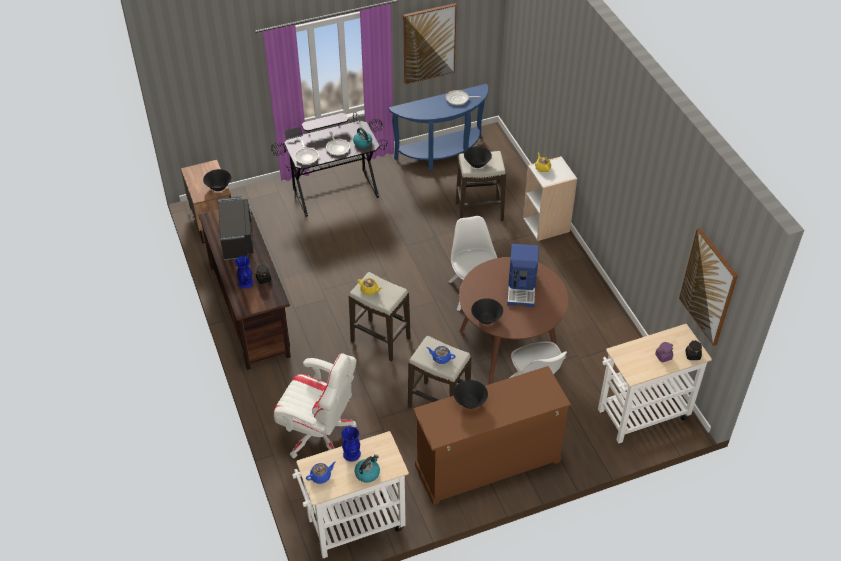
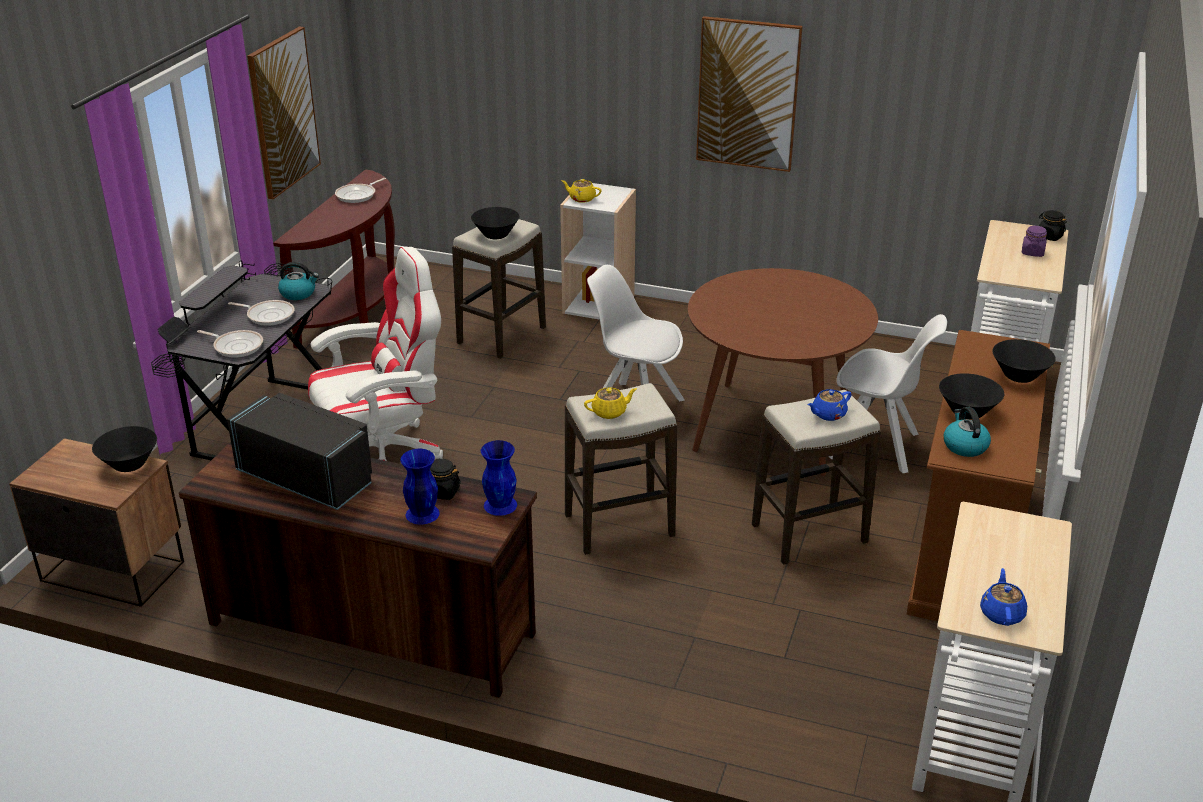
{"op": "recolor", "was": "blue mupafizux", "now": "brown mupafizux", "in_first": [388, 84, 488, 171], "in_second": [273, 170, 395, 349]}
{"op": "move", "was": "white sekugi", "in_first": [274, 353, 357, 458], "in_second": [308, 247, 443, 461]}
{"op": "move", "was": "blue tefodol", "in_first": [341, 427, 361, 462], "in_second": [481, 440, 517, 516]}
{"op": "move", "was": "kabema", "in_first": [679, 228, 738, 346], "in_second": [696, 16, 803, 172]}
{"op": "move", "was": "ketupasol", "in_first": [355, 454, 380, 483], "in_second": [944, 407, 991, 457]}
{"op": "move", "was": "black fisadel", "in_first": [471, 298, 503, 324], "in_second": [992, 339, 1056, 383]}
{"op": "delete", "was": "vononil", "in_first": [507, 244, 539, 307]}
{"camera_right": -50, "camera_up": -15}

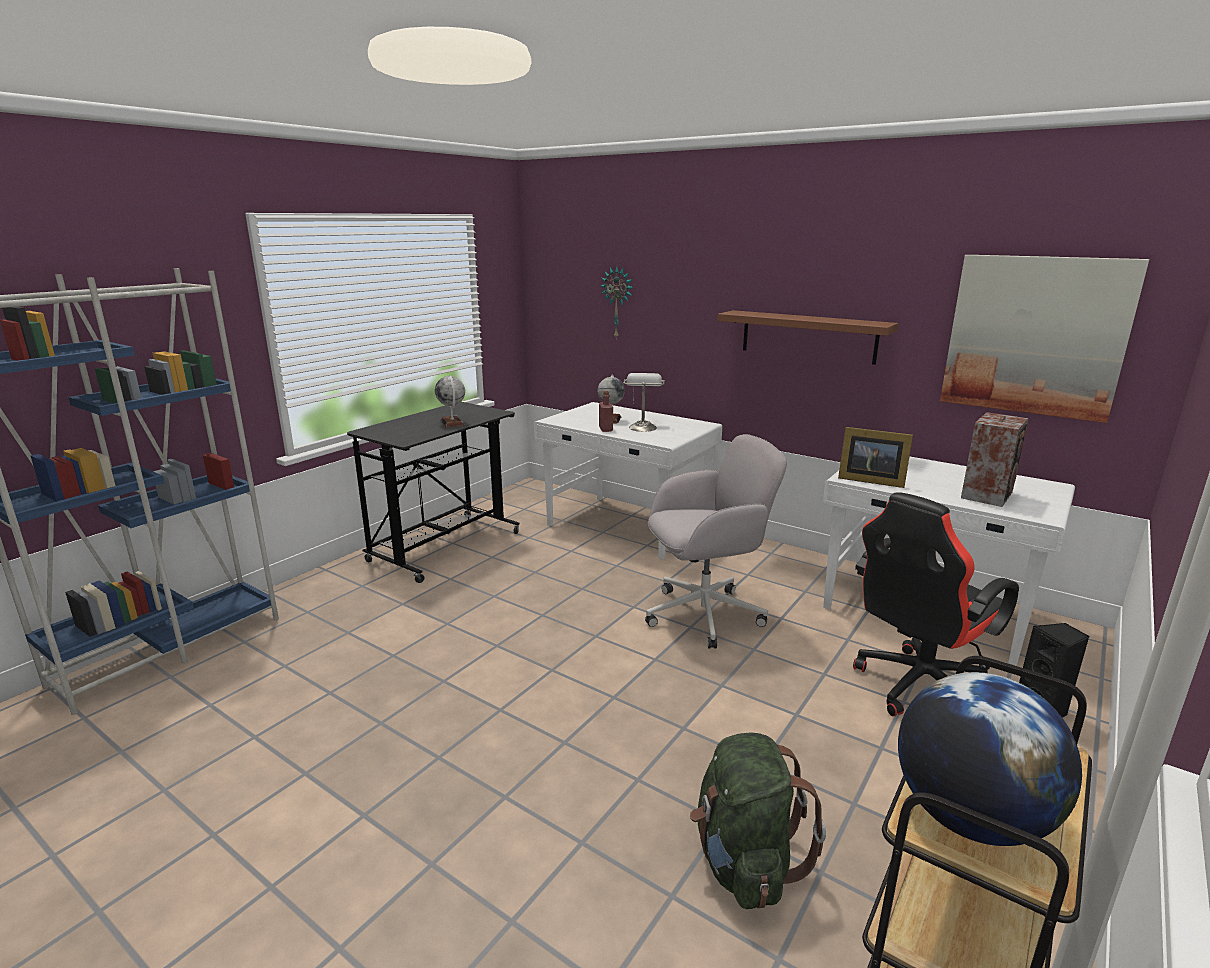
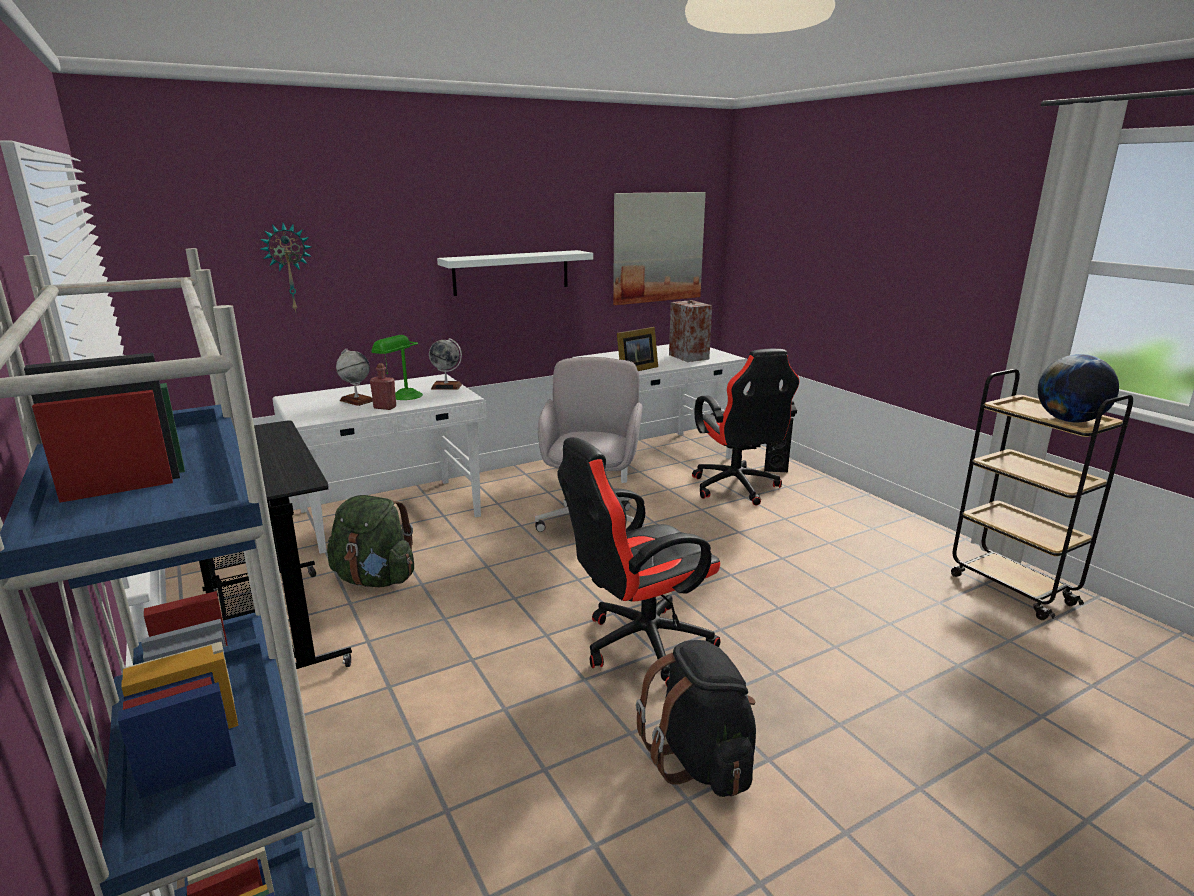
{"op": "move", "was": "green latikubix", "in_first": [690, 732, 826, 909], "in_second": [327, 495, 414, 587]}
{"op": "recolor", "was": "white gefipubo", "now": "green gefipubo", "in_first": [623, 373, 665, 432], "in_second": [372, 335, 423, 400]}
{"op": "move", "was": "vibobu", "in_first": [435, 376, 465, 428], "in_second": [429, 338, 462, 390]}
{"op": "recolor", "was": "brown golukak", "now": "white golukak", "in_first": [717, 310, 898, 365], "in_second": [437, 250, 593, 296]}
{"op": "insert", "now": "black sekugi", "in_second": [557, 437, 720, 686]}
{"op": "insert", "now": "black latikubix", "in_second": [636, 640, 756, 797]}
{"camera_right": -65, "camera_up": 0}

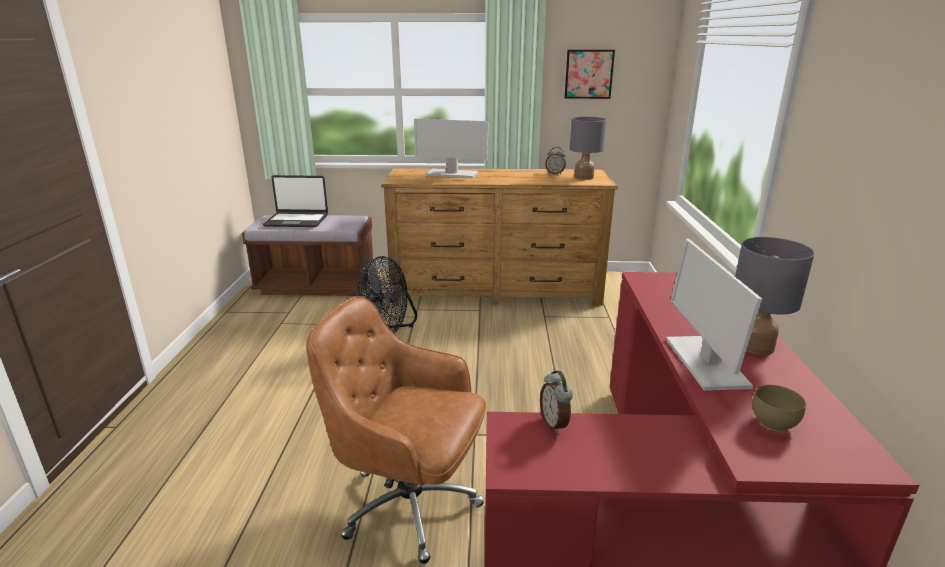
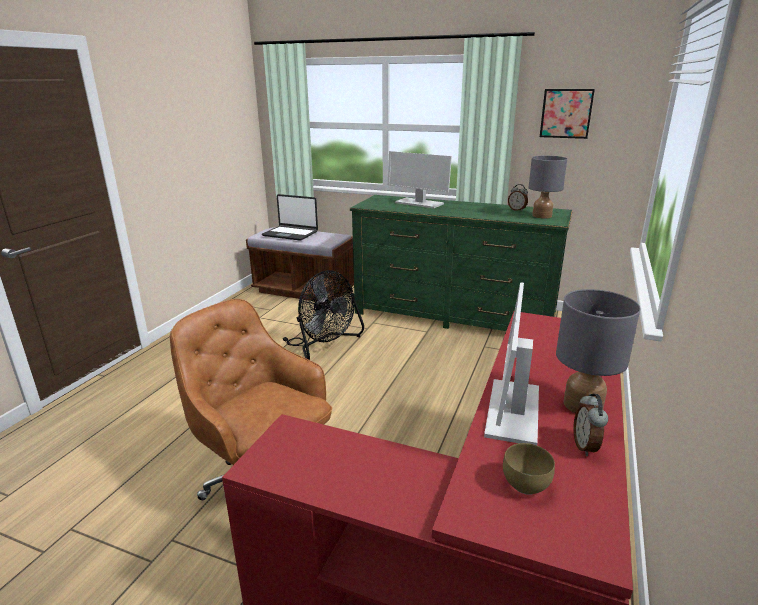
{"op": "recolor", "was": "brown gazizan", "now": "green gazizan", "in_first": [381, 168, 617, 306], "in_second": [350, 195, 573, 331]}
{"op": "move", "was": "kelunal", "in_first": [540, 371, 573, 434], "in_second": [573, 394, 608, 456]}
{"camera_right": 20, "camera_up": 0}

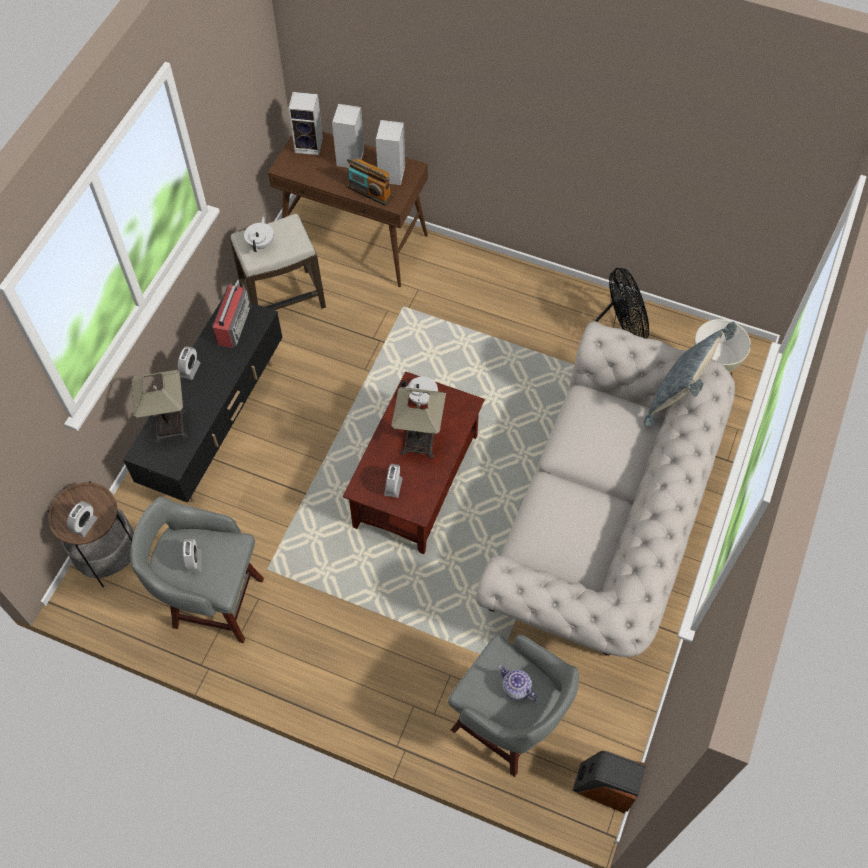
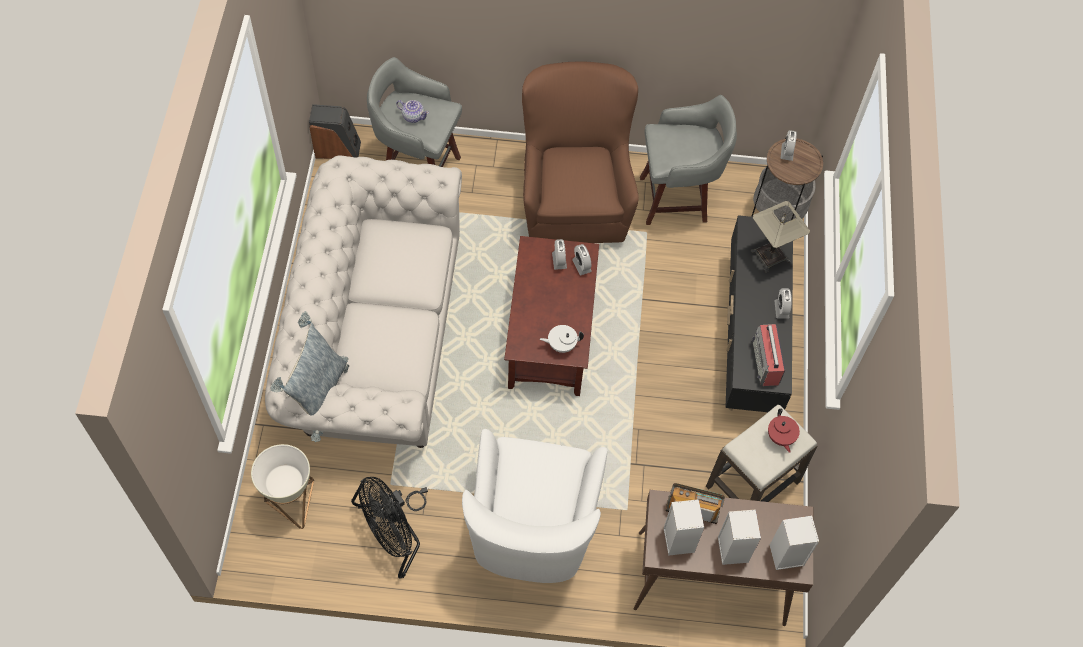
{"op": "insert", "now": "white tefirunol", "in_second": [462, 429, 607, 583]}
{"op": "insert", "now": "brown tefirunol", "in_second": [522, 62, 639, 243]}
{"op": "move", "was": "kelunal", "in_first": [183, 538, 201, 574], "in_second": [572, 244, 592, 275]}
{"op": "recolor", "was": "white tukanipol", "now": "red tukanipol", "in_first": [244, 216, 274, 252], "in_second": [768, 409, 800, 453]}
{"op": "delete", "was": "gefipubo", "in_first": [391, 387, 446, 458]}
{"camera_right": 160, "camera_up": 0}

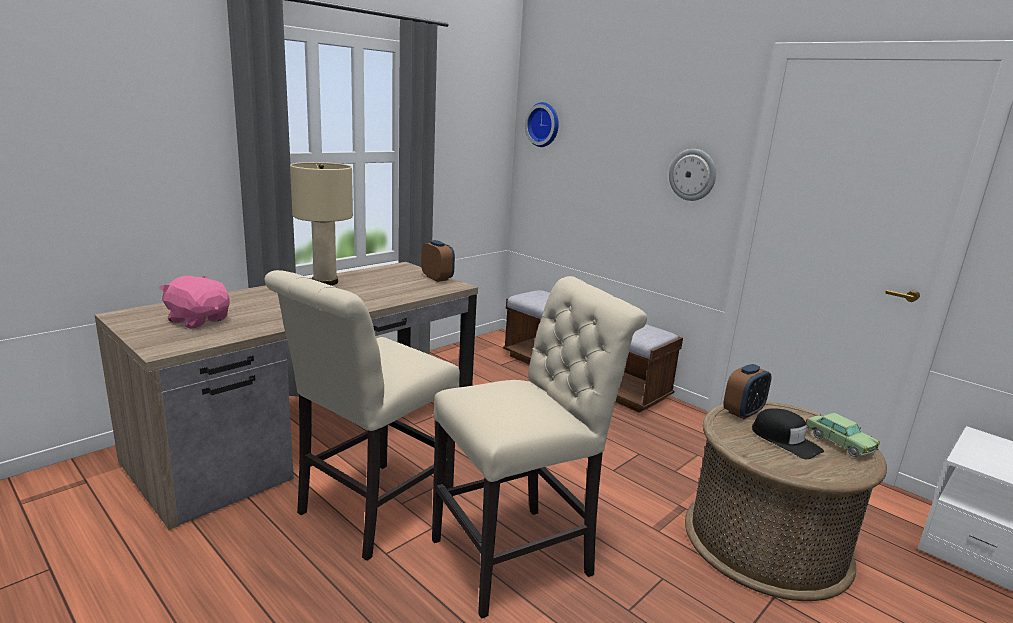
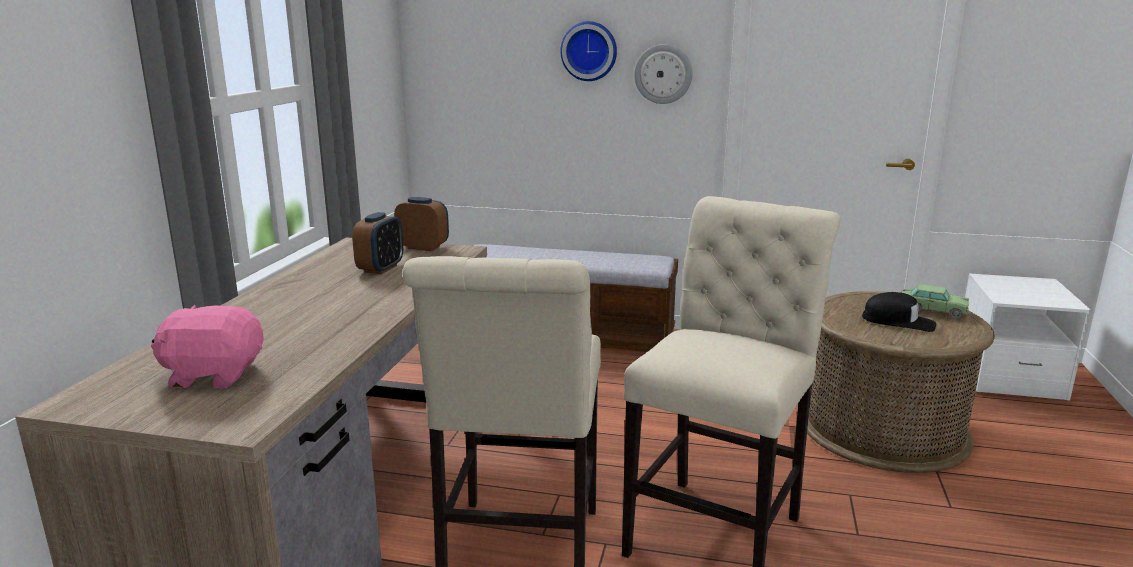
{"op": "move", "was": "kelunal", "in_first": [723, 364, 771, 419], "in_second": [352, 212, 403, 274]}
{"op": "move", "was": "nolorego", "in_first": [525, 102, 559, 147], "in_second": [560, 21, 617, 81]}
{"op": "delete", "was": "beige gefipubo", "in_first": [290, 162, 353, 285]}
{"camera_right": -30, "camera_up": 0}

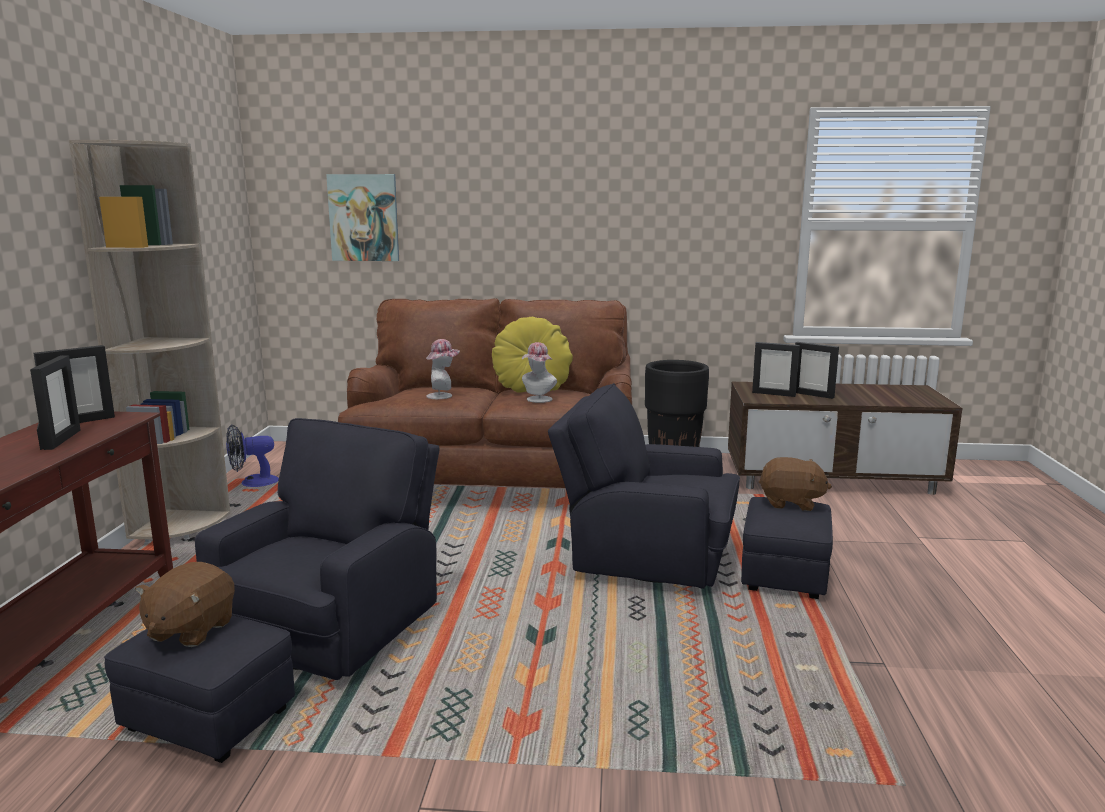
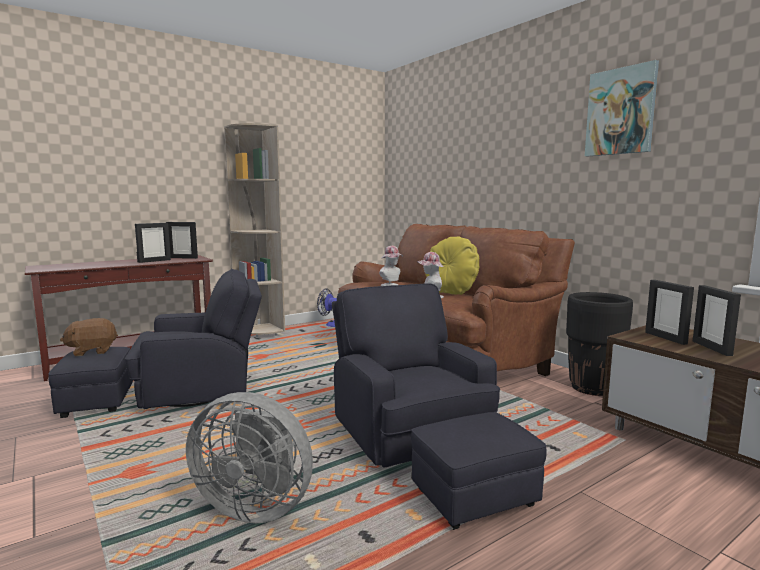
{"op": "insert", "now": "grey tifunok", "in_second": [186, 392, 313, 523]}
{"op": "move", "was": "kabema", "in_first": [326, 174, 399, 261], "in_second": [585, 60, 659, 156]}
{"op": "delete", "was": "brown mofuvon", "in_first": [759, 457, 832, 511]}
{"camera_right": 50, "camera_up": -5}

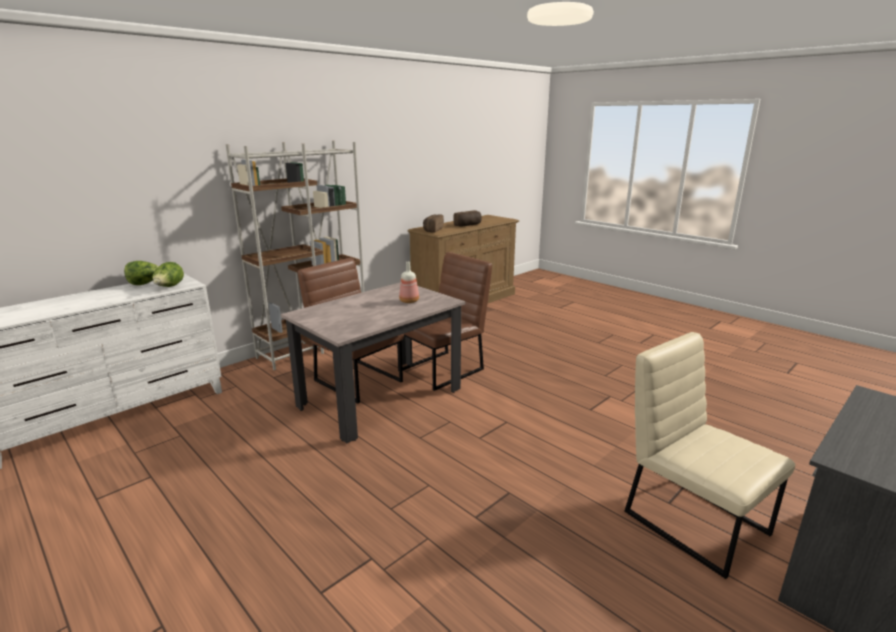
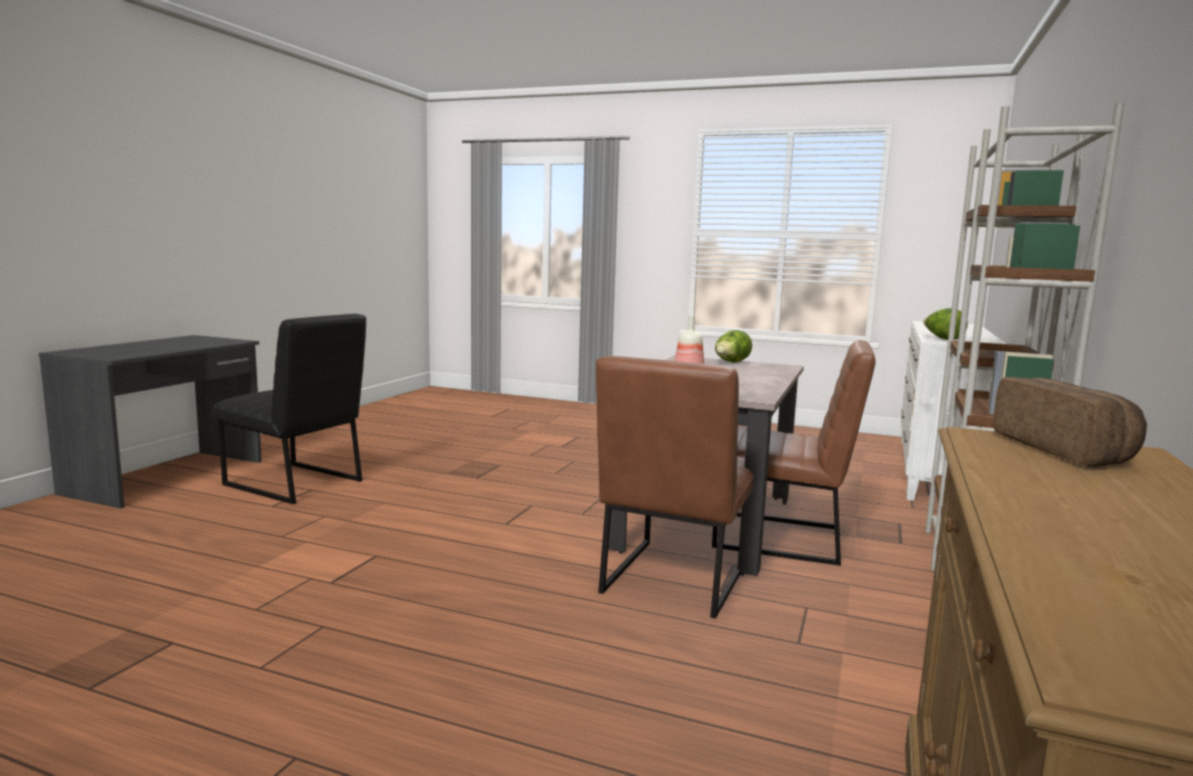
{"op": "recolor", "was": "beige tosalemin", "now": "black tosalemin", "in_first": [624, 332, 795, 579], "in_second": [213, 314, 366, 504]}
{"op": "move", "was": "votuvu", "in_first": [124, 261, 159, 285], "in_second": [715, 330, 752, 363]}
{"op": "delete", "was": "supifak", "in_first": [453, 210, 482, 227]}
{"camera_right": 155, "camera_up": -10}

